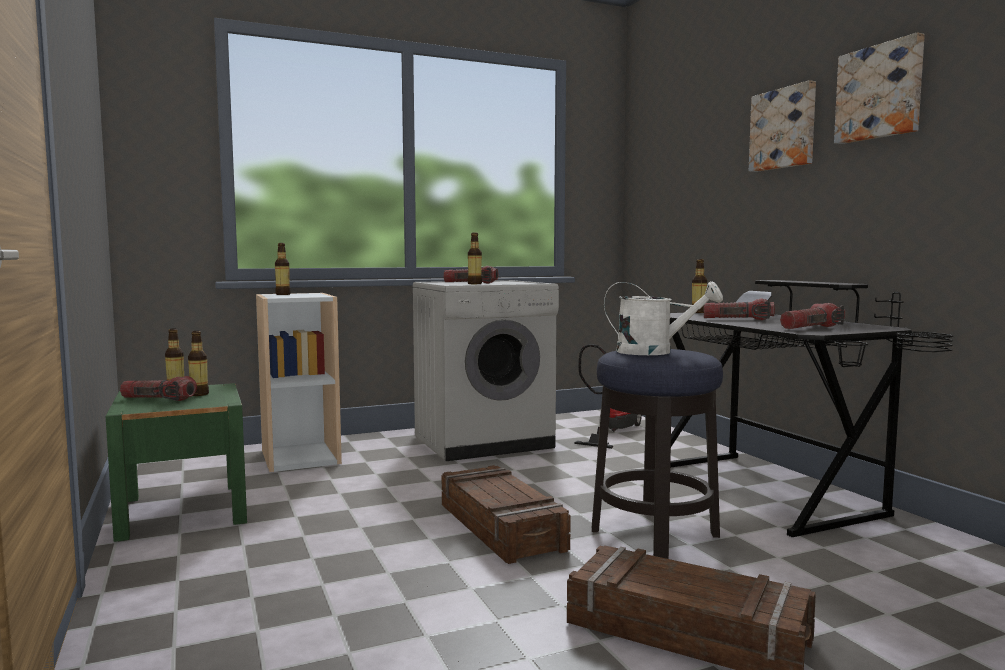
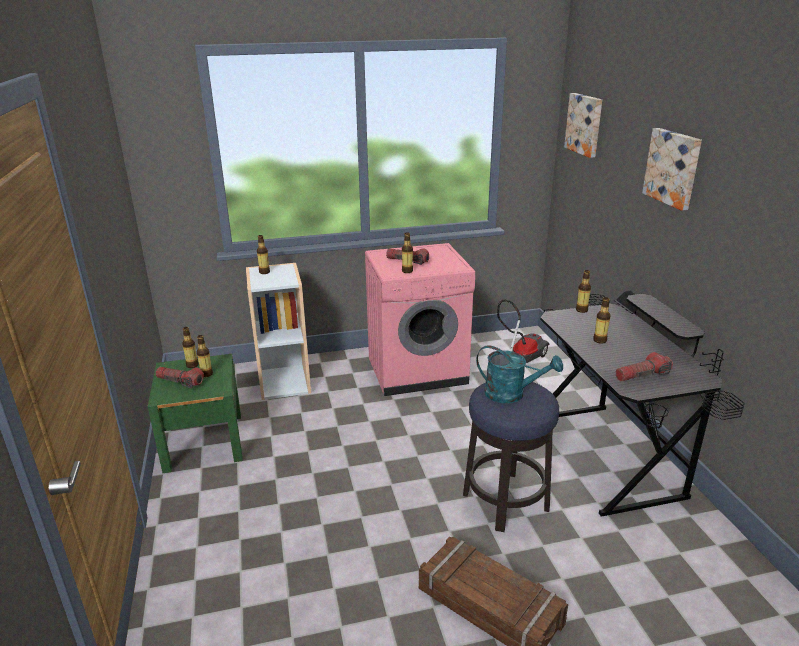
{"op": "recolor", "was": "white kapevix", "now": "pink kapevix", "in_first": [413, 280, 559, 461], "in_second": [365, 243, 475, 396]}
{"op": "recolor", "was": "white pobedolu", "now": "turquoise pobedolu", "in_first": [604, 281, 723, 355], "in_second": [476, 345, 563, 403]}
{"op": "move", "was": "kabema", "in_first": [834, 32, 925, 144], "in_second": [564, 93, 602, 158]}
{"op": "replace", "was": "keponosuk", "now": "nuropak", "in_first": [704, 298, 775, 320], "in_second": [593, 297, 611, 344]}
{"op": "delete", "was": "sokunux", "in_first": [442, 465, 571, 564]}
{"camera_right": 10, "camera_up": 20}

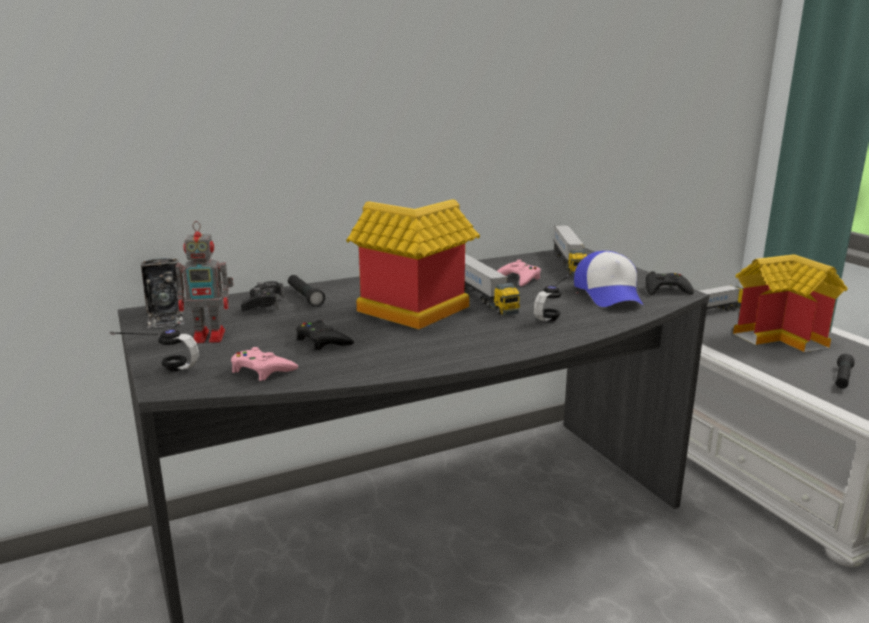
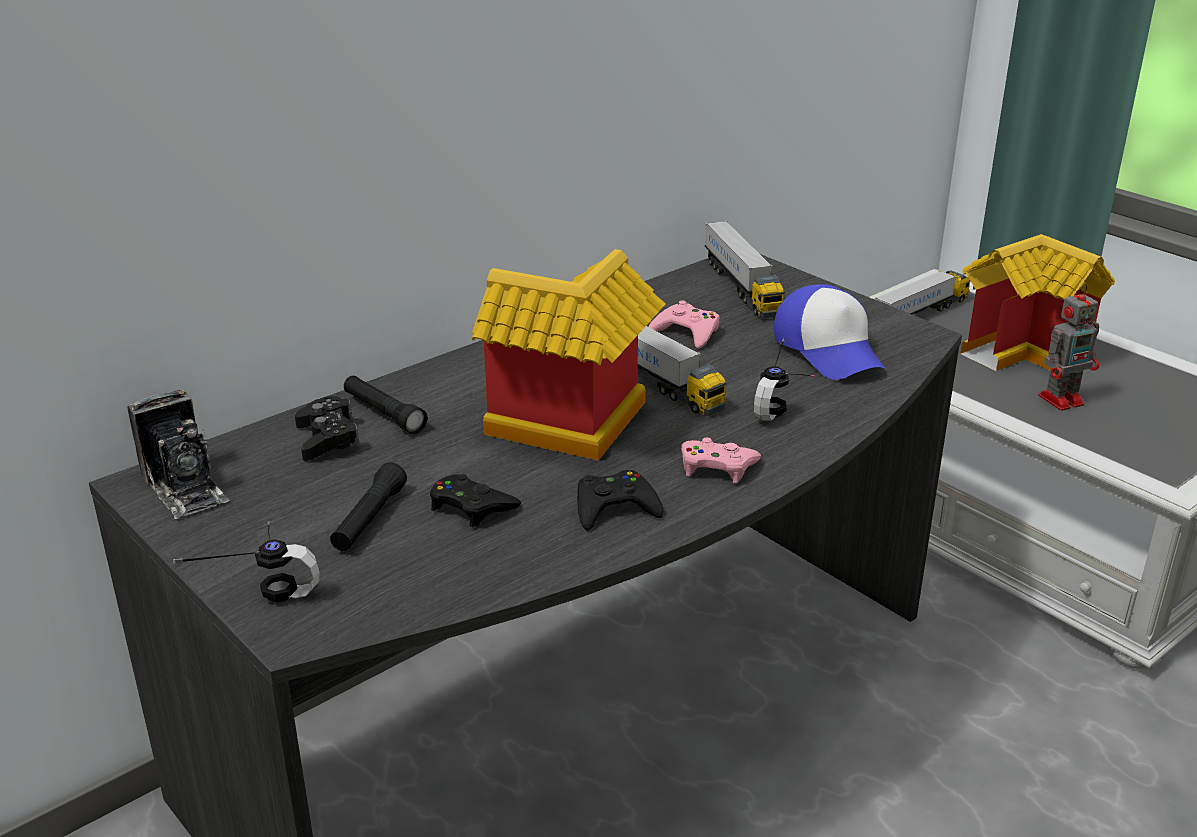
{"op": "move", "was": "black keponosuk", "in_first": [836, 354, 854, 389], "in_second": [330, 462, 407, 551]}
{"op": "move", "was": "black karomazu", "in_first": [646, 271, 694, 295], "in_second": [577, 470, 663, 531]}
{"op": "move", "was": "pink karomazu", "in_first": [231, 347, 298, 381], "in_second": [681, 438, 761, 483]}
{"op": "move", "was": "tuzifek", "in_first": [176, 221, 233, 343], "in_second": [1038, 284, 1099, 411]}
{"camera_right": -15, "camera_up": 10}

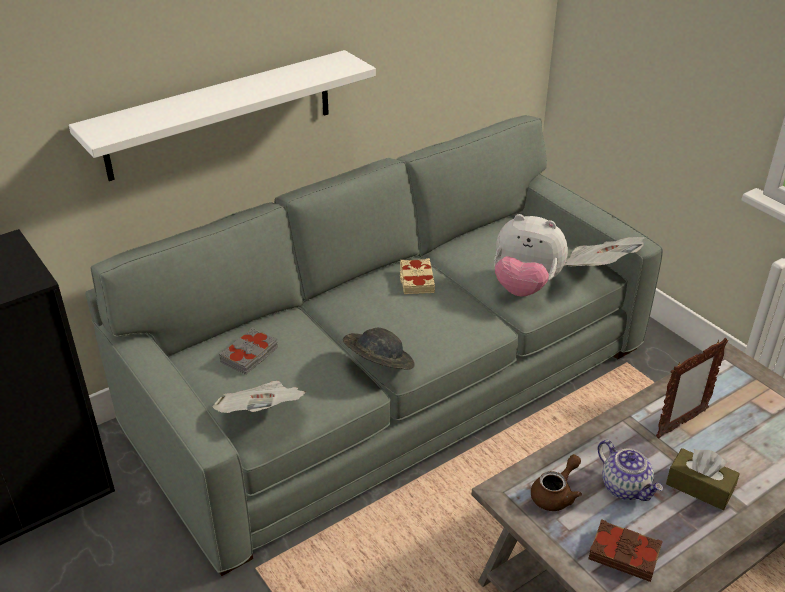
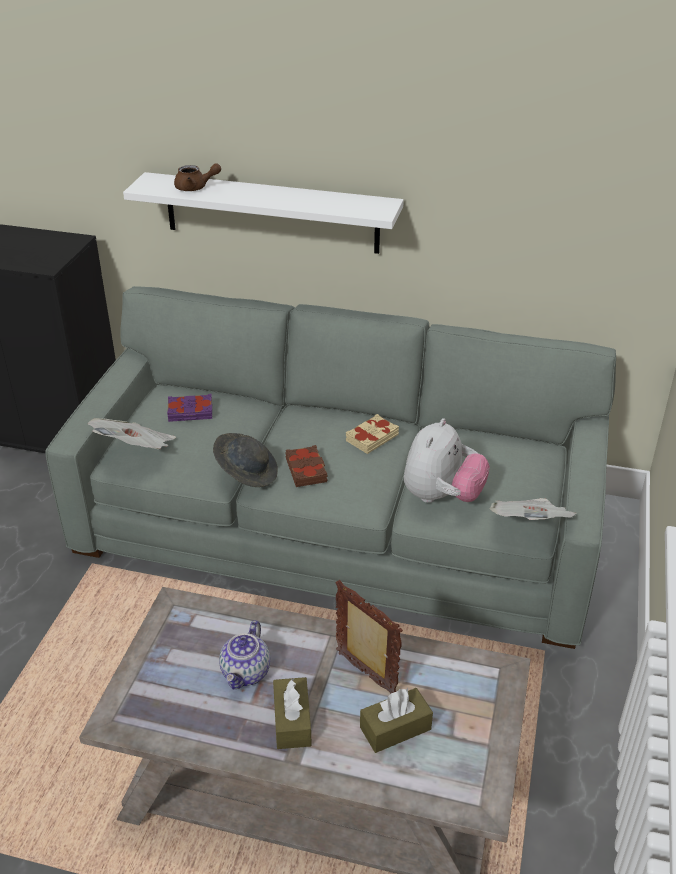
{"op": "recolor", "was": "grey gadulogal", "now": "purple gadulogal", "in_first": [219, 327, 278, 375], "in_second": [167, 394, 212, 422]}
{"op": "move", "was": "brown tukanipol", "in_first": [531, 454, 582, 511], "in_second": [174, 163, 221, 191]}
{"op": "move", "was": "brown gadulogal", "in_first": [588, 519, 663, 582], "in_second": [285, 445, 328, 487]}
{"op": "rotate", "was": "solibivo", "in_first": [656, 338, 728, 439], "in_second": [335, 580, 403, 693], "clockwise": -150}
{"op": "insert", "now": "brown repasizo", "in_second": [360, 688, 433, 753]}
{"op": "rotate", "was": "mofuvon", "in_first": [494, 214, 568, 297], "in_second": [404, 418, 490, 503], "clockwise": -135}
{"camera_right": 50, "camera_up": 0}

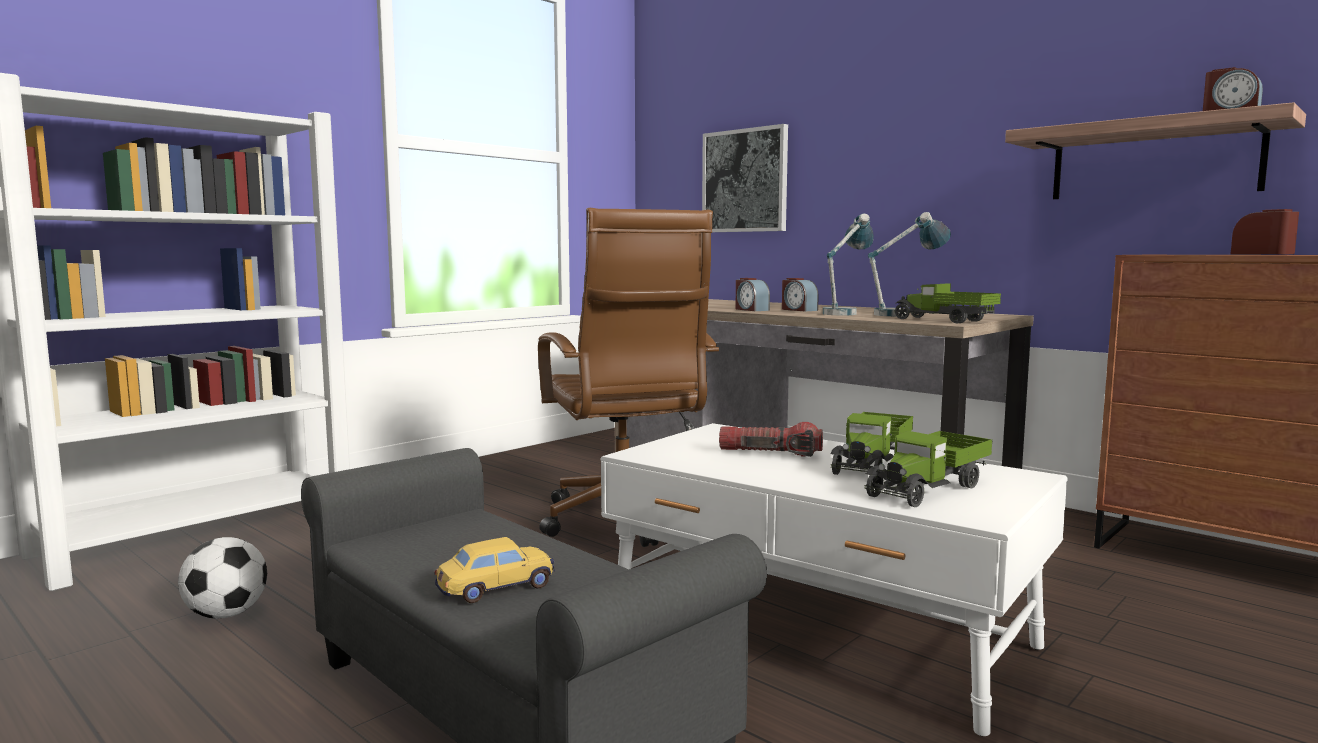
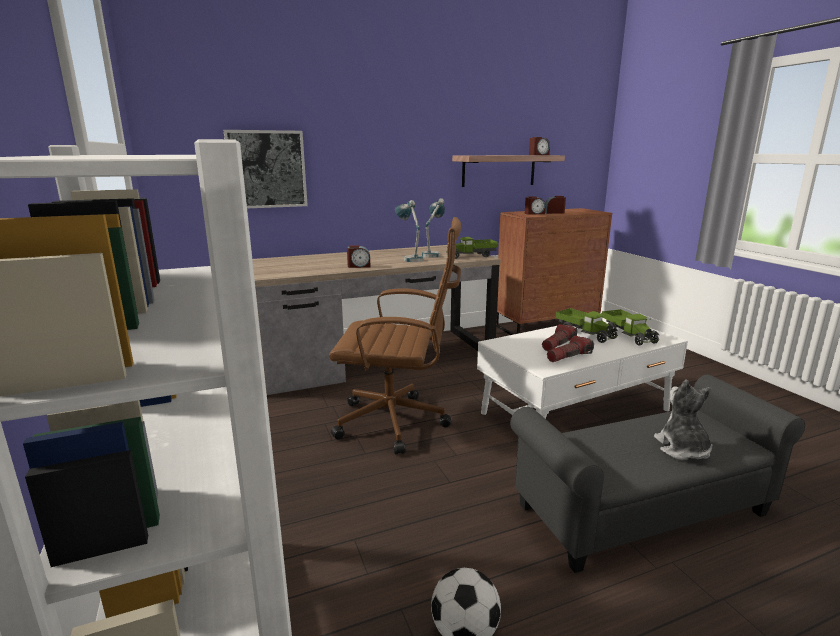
{"op": "move", "was": "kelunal", "in_first": [782, 278, 819, 312], "in_second": [525, 196, 546, 215]}
{"op": "insert", "now": "keponosuk", "in_second": [547, 336, 594, 362]}
{"op": "replace", "was": "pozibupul", "now": "mofuvon", "in_first": [434, 537, 555, 603], "in_second": [654, 380, 713, 460]}
{"camera_right": -65, "camera_up": 10}

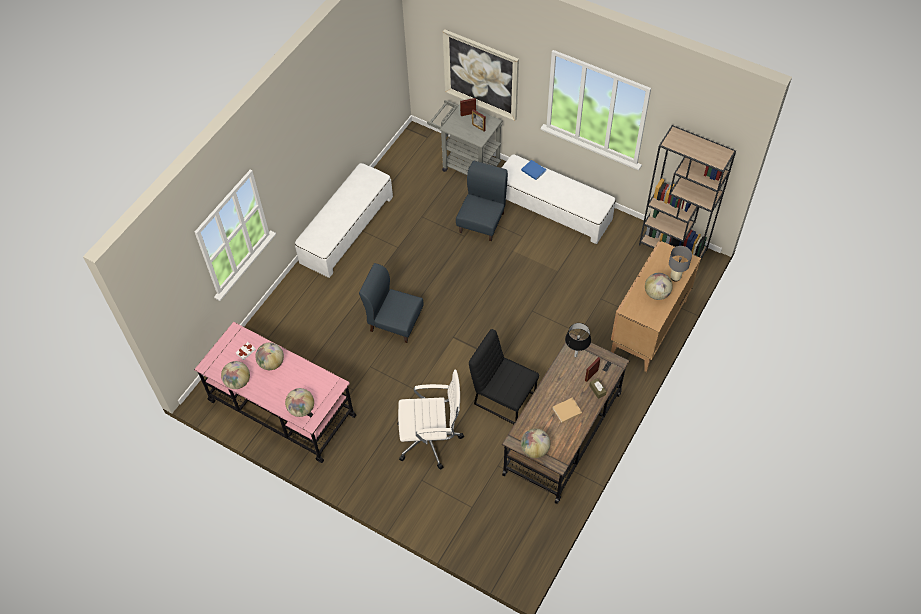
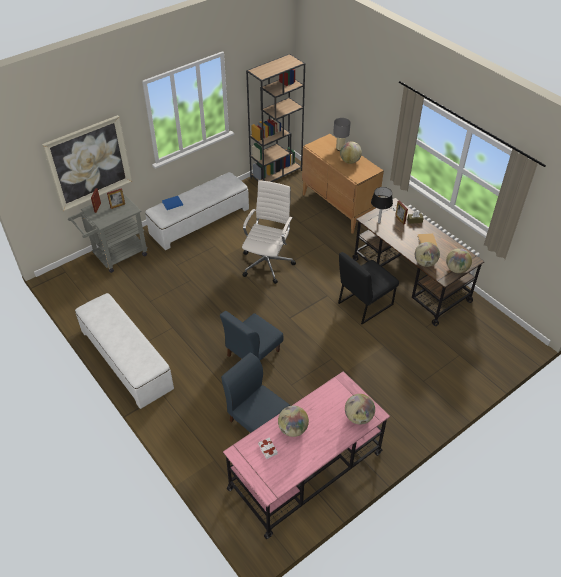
{"op": "move", "was": "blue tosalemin", "in_first": [456, 161, 508, 241], "in_second": [221, 353, 290, 433]}
{"op": "move", "was": "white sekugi", "in_first": [397, 370, 464, 469], "in_second": [242, 180, 296, 284]}
{"op": "move", "was": "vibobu", "in_first": [221, 361, 250, 389], "in_second": [415, 242, 440, 267]}
{"camera_right": -70, "camera_up": -10}

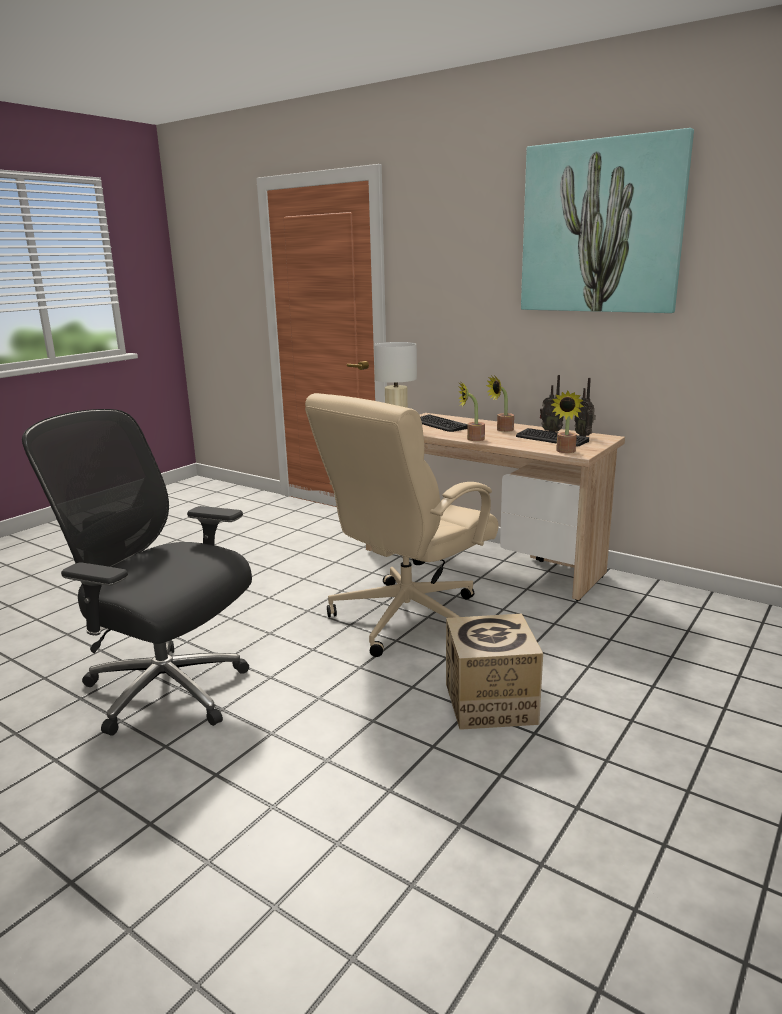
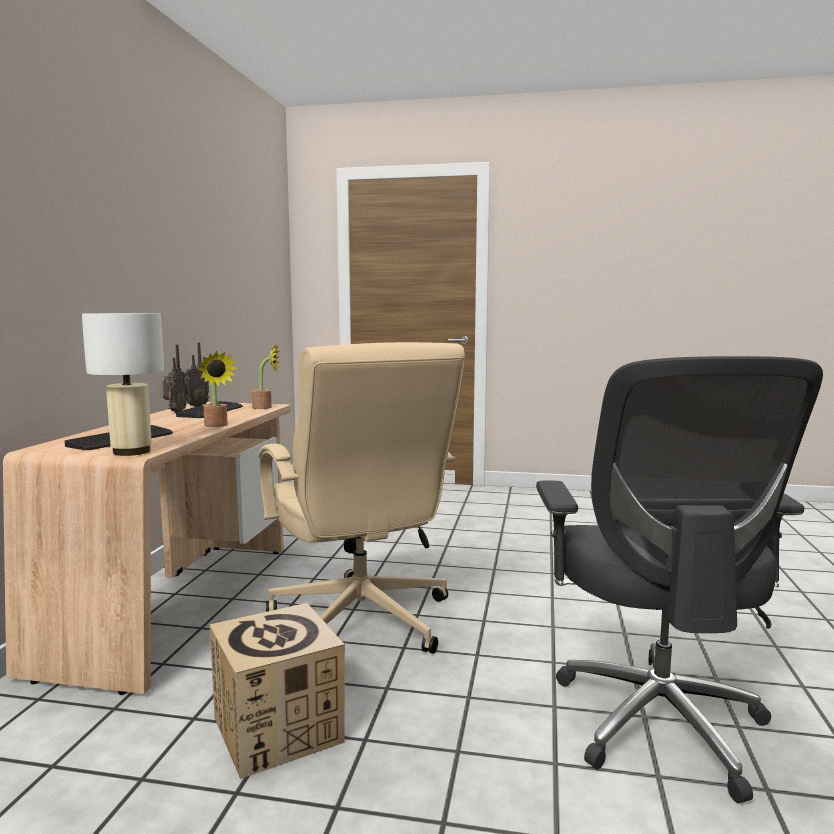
{"op": "move", "was": "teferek", "in_first": [446, 614, 543, 730], "in_second": [209, 603, 345, 779]}
{"op": "rotate", "was": "beige sekugi", "in_first": [305, 393, 498, 657], "in_second": [258, 342, 465, 654], "clockwise": 45}
{"op": "delete", "was": "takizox", "in_first": [486, 375, 514, 432]}
{"op": "delete", "was": "kabema", "in_first": [521, 128, 694, 313]}
{"camera_right": -115, "camera_up": -10}

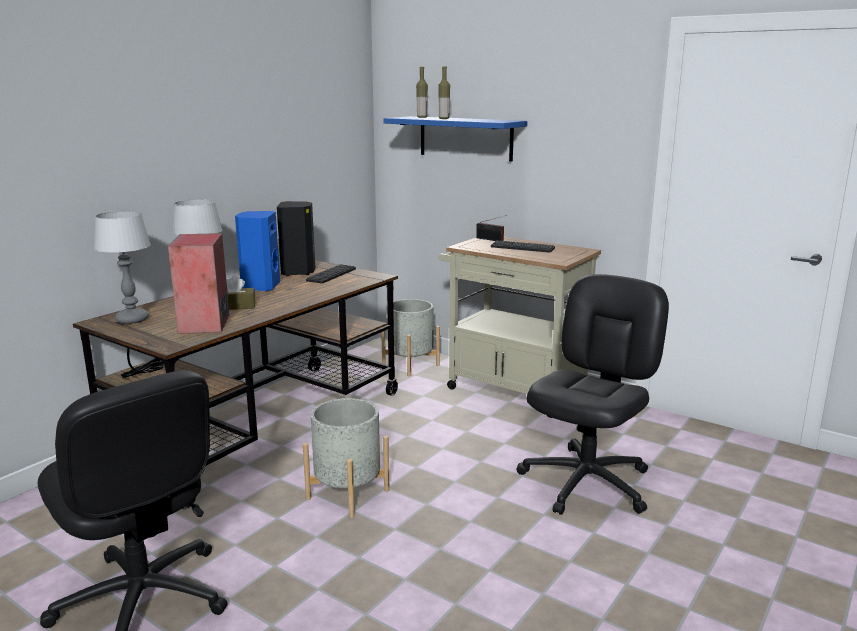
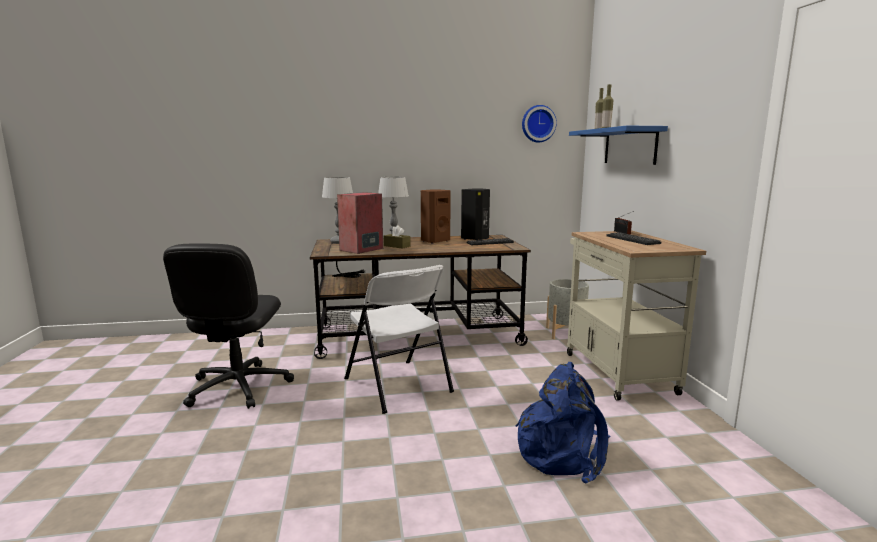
{"op": "replace", "was": "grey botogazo", "now": "white tosalemin", "in_first": [303, 398, 390, 518], "in_second": [344, 265, 454, 414]}
{"op": "recolor", "was": "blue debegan", "now": "brown debegan", "in_first": [235, 211, 280, 292], "in_second": [421, 189, 451, 244]}
{"op": "replace", "was": "black sekugi", "now": "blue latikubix", "in_first": [516, 274, 669, 515], "in_second": [515, 362, 610, 484]}
{"op": "insert", "now": "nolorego", "in_second": [522, 105, 557, 142]}
{"camera_right": 45, "camera_up": -5}

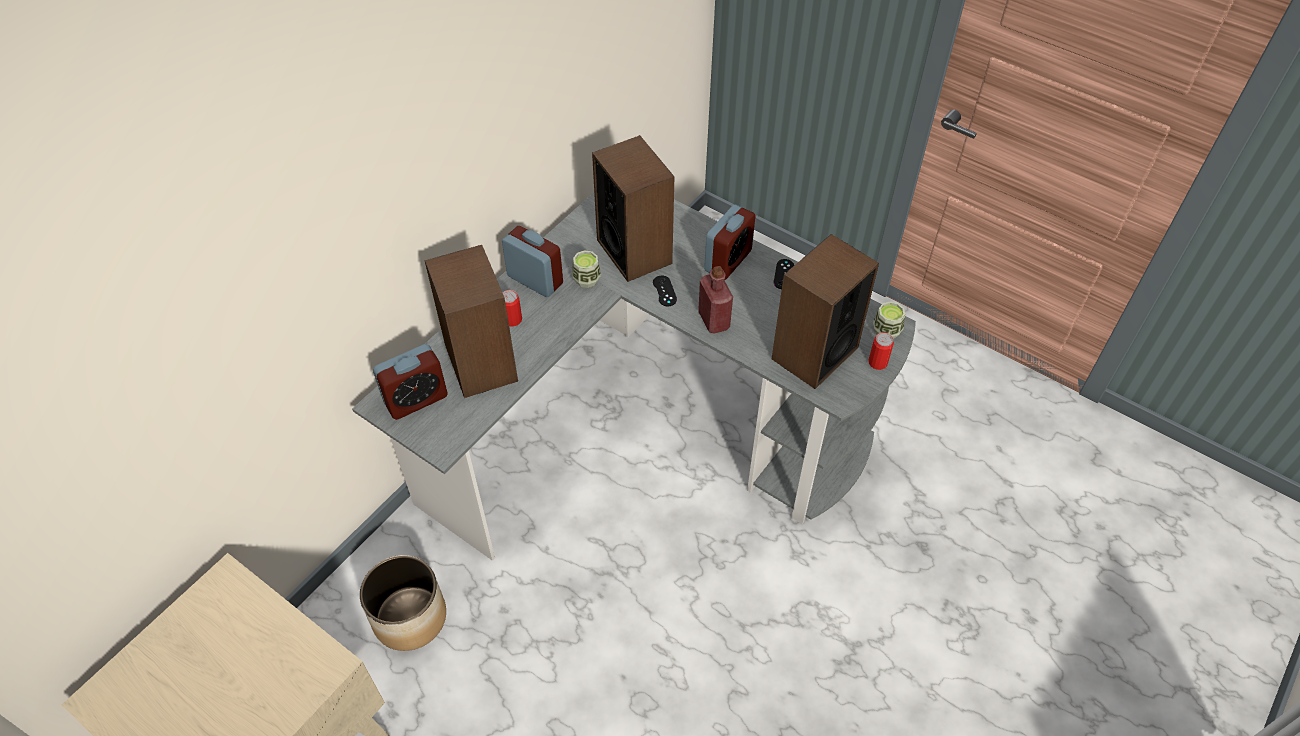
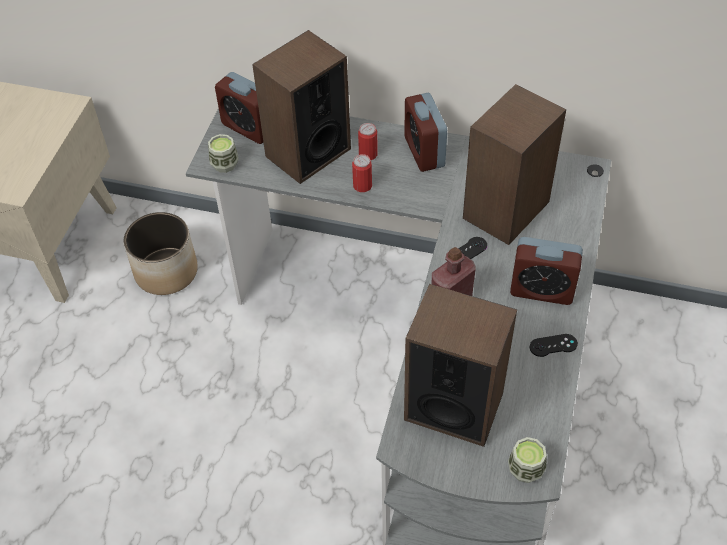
{"op": "move", "was": "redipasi", "in_first": [572, 250, 601, 288], "in_second": [208, 134, 239, 173]}
{"op": "move", "was": "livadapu", "in_first": [868, 332, 894, 370], "in_second": [352, 154, 372, 192]}
{"op": "rotate", "was": "kelunal", "in_first": [502, 226, 563, 297], "in_second": [404, 93, 447, 172], "clockwise": 150}
{"camera_right": 70, "camera_up": 0}

